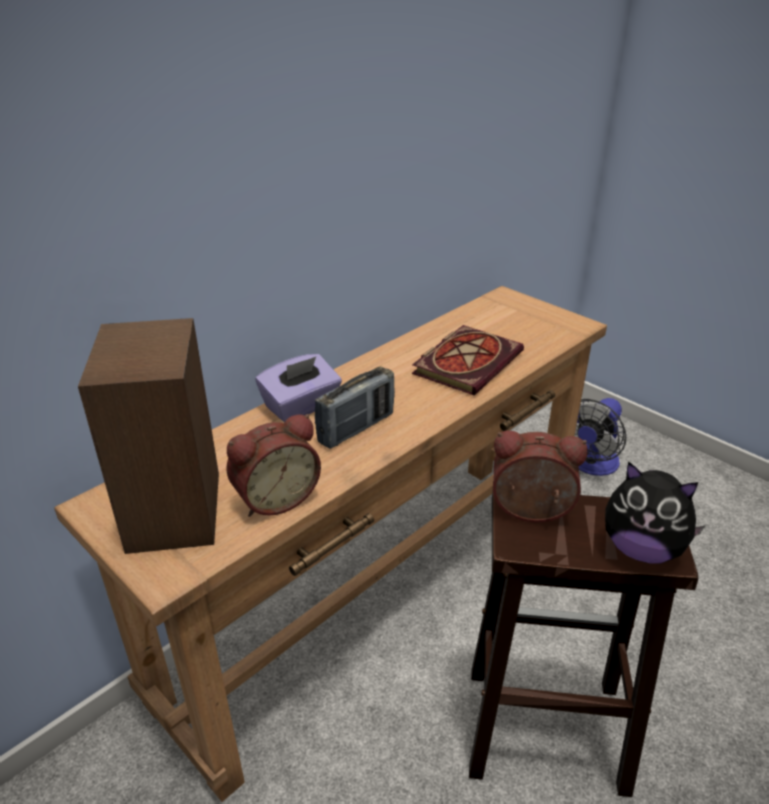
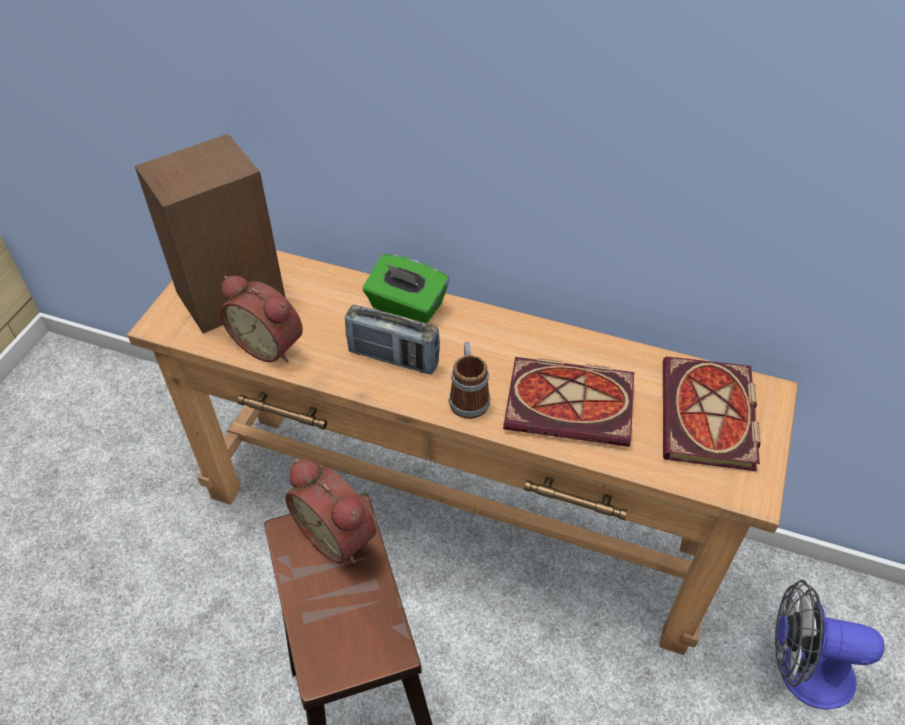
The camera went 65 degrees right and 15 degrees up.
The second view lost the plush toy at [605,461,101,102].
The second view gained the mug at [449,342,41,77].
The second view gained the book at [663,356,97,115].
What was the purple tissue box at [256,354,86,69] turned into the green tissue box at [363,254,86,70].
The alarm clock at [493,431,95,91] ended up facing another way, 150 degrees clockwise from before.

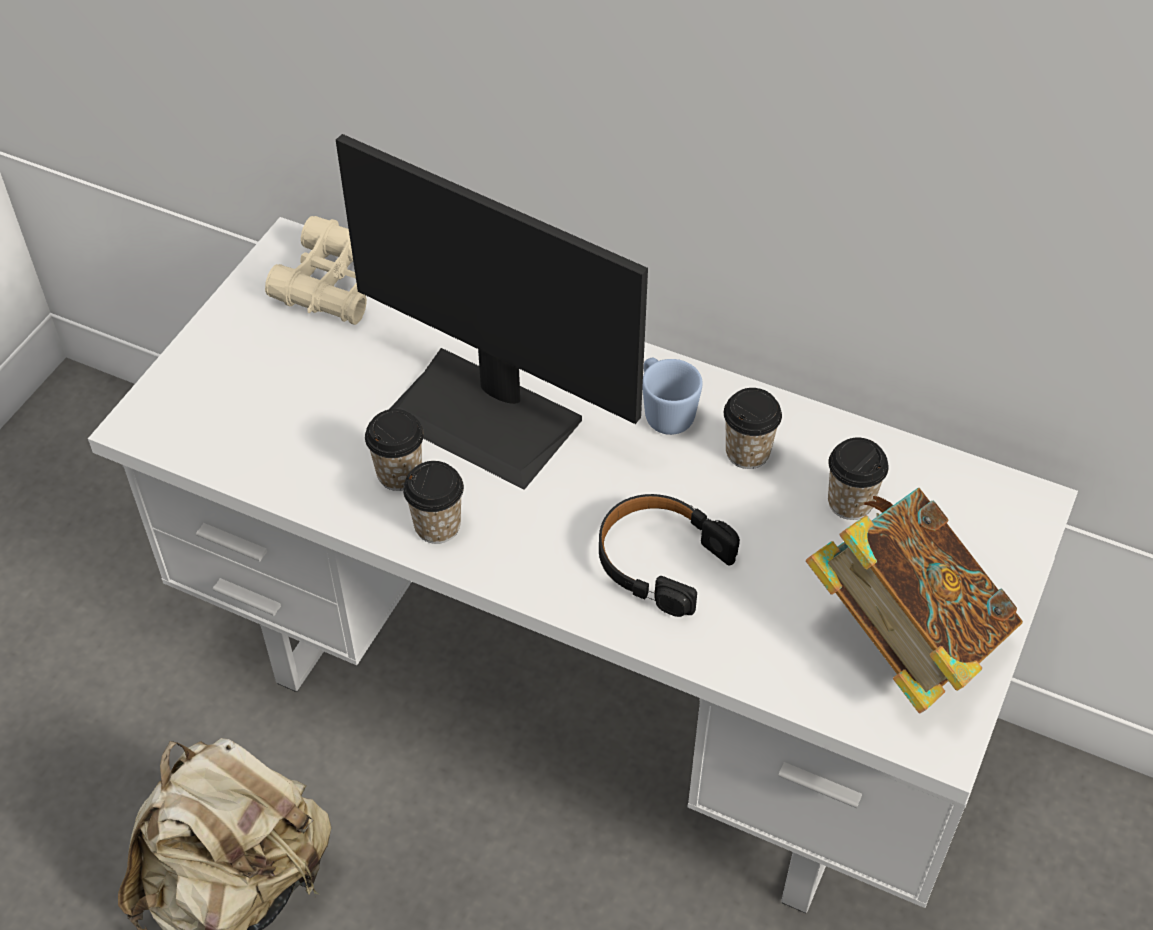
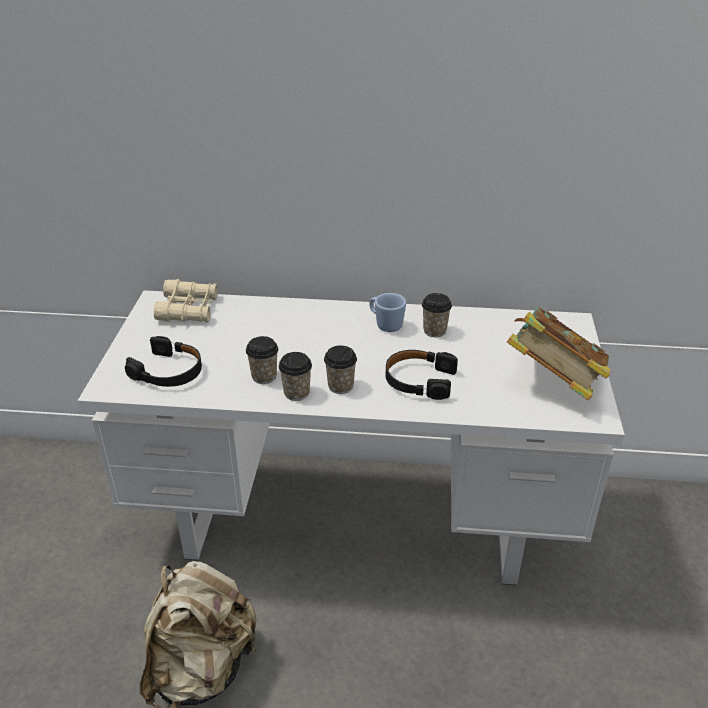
The camera went 20 degrees left and 15 degrees down.
The second view lost the monitor at [336,134,312,356].
The second view gained the black headphones at [125,336,77,51].
The cup ended up elsewhere, having gone from [828,438,61,82] to [324,345,33,49].

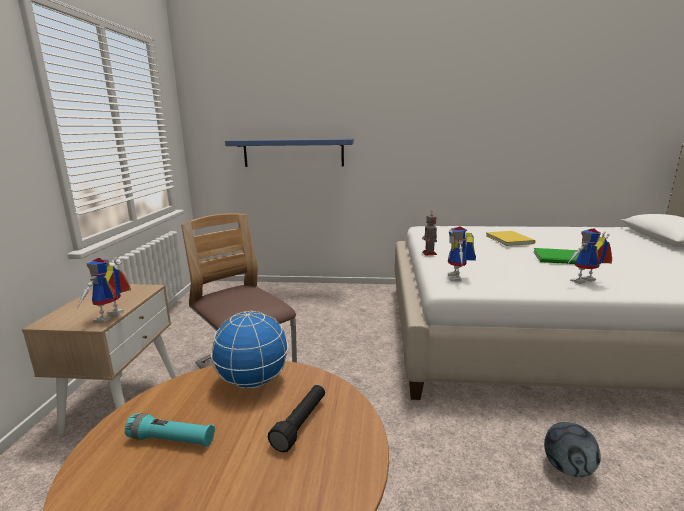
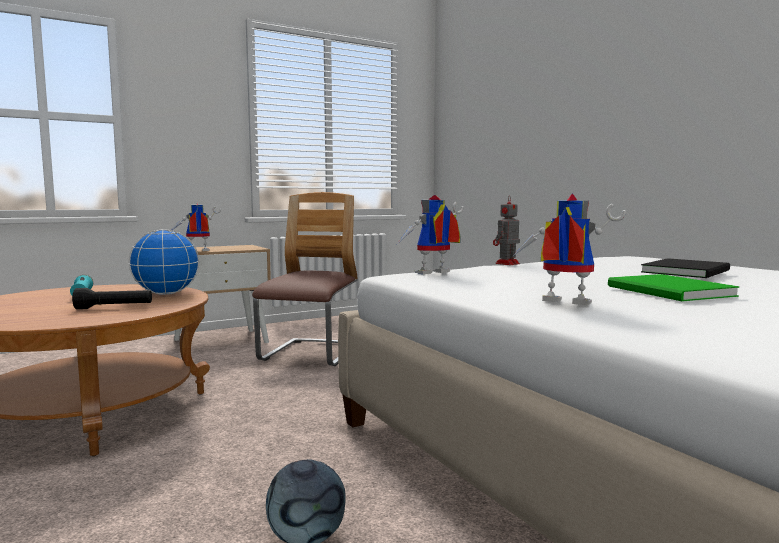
The camera went 55 degrees right and 10 degrees down.
The second view lost the blue shelf at [225,139,129,28].
What was the yellow book at [486,231,50,15] turned into the black book at [641,258,89,20].

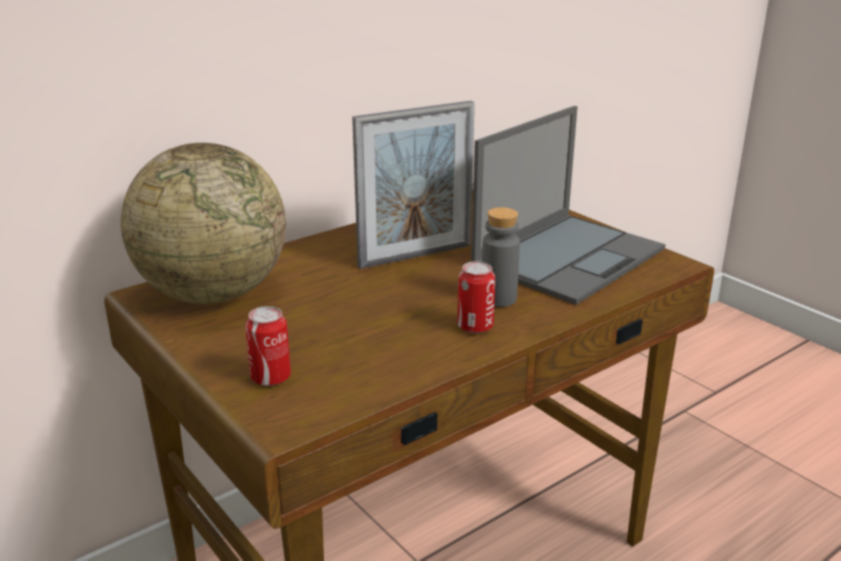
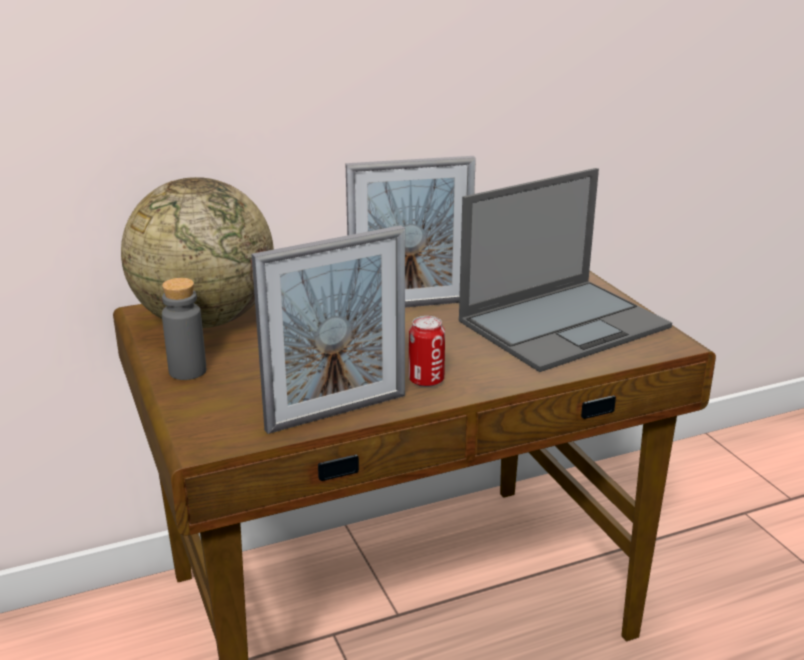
The camera went 15 degrees right and 0 degrees up.
The second view lost the can at [245,306,46,80].
The second view gained the picture frame at [251,225,154,209].
The grey bottle ended up elsewhere, having gone from [482,207,38,100] to [162,278,44,102].

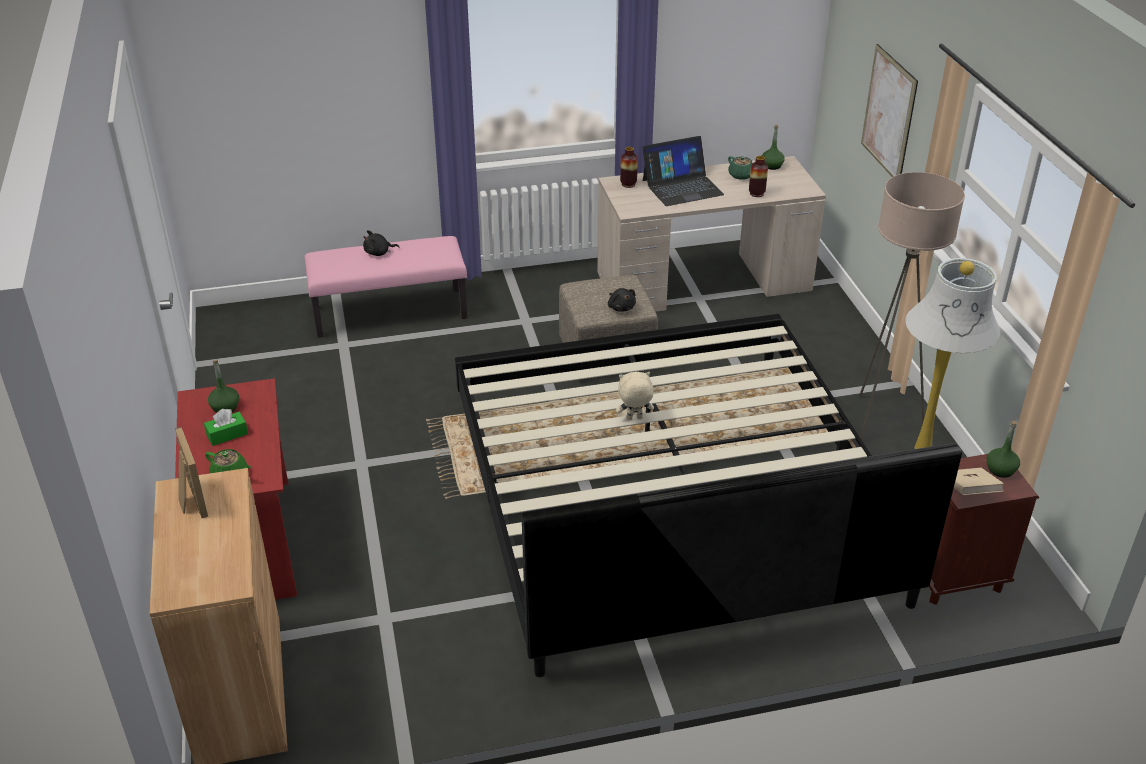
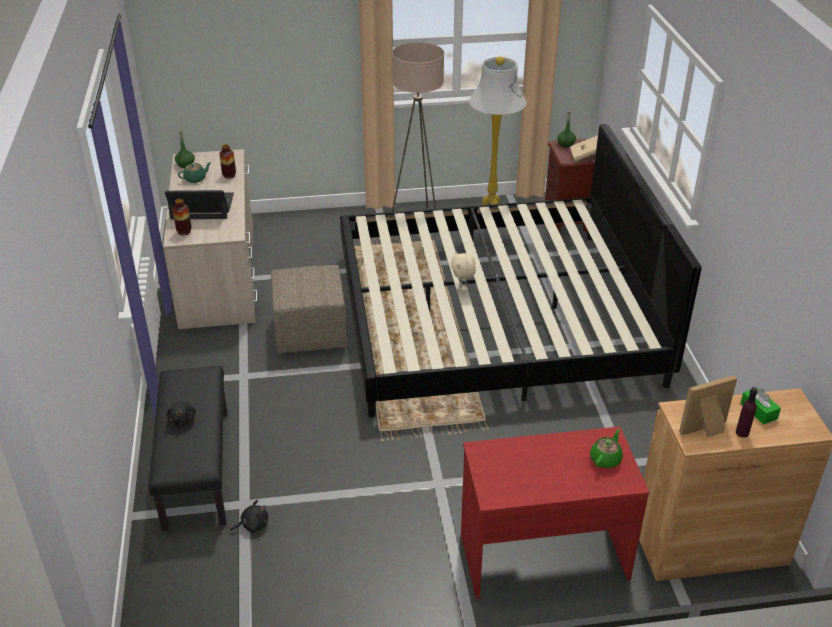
The camera went 85 degrees left and 0 degrees up.
The second view lost the green bottle at [208,359,31,54].
The second view lost the picture at [861,44,57,133].
The second view gained the purple bottle at [736,387,22,51].
The green tissue box ended up elsewhere, having gone from [204,409,44,37] to [741,387,40,38].
The black plush toy ended up elsewhere, having gone from [608,288,28,24] to [230,500,38,33].
What was the pink bench at [304,236,163,102] turned into the black bench at [149,366,79,166].
The laptop at [642,136,82,70] ended up facing another way, 75 degrees counterclockwise from before.

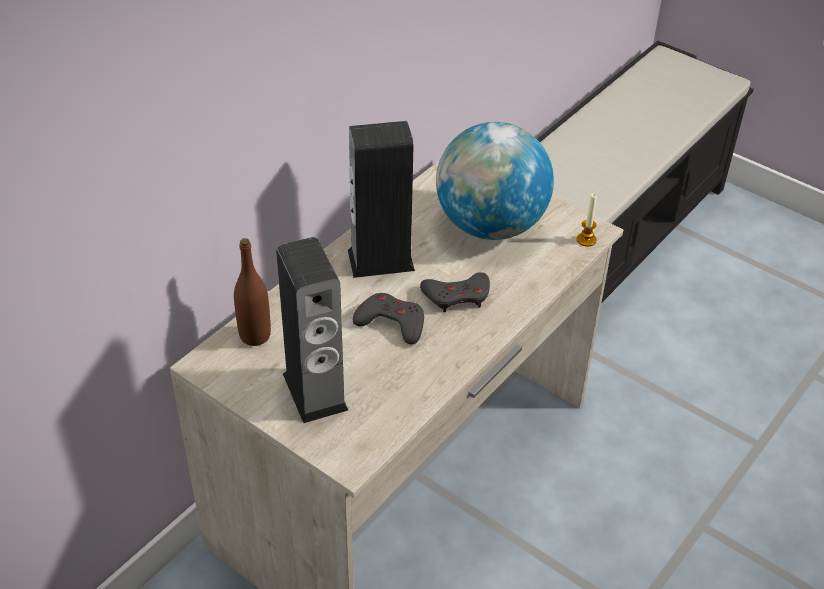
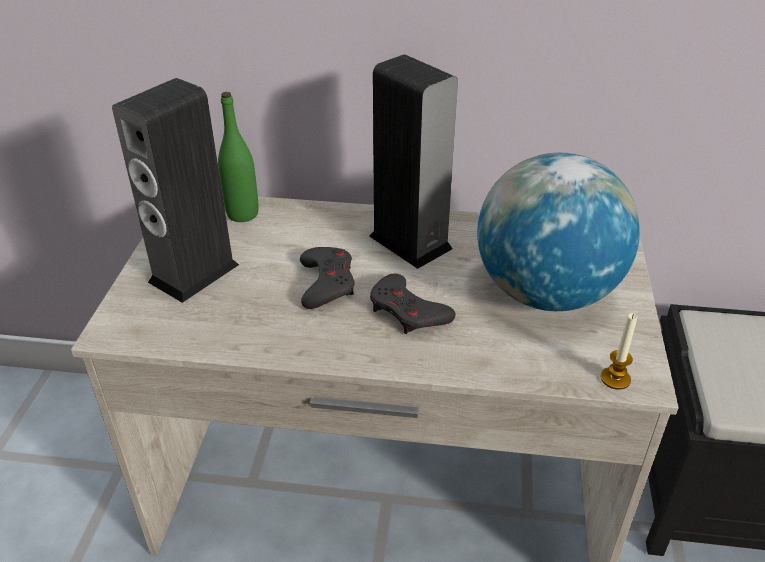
The camera went 60 degrees right and 5 degrees down.
What was the brown bottle at [234,238,37,108] turned into the green bottle at [218,92,41,130].

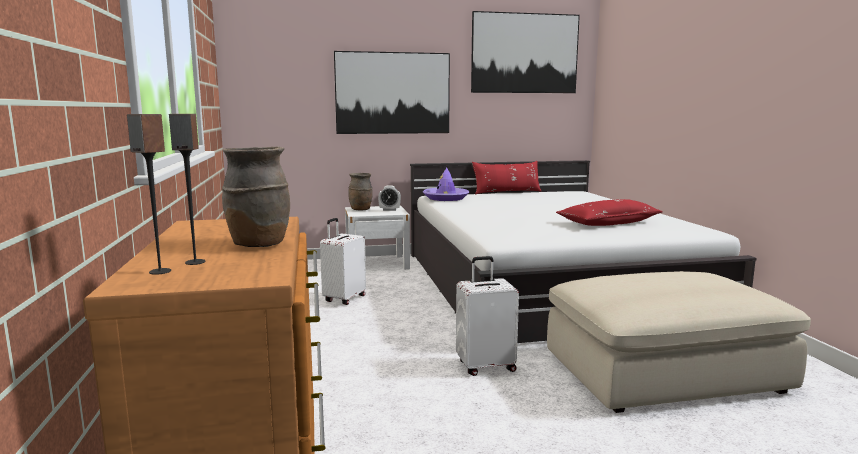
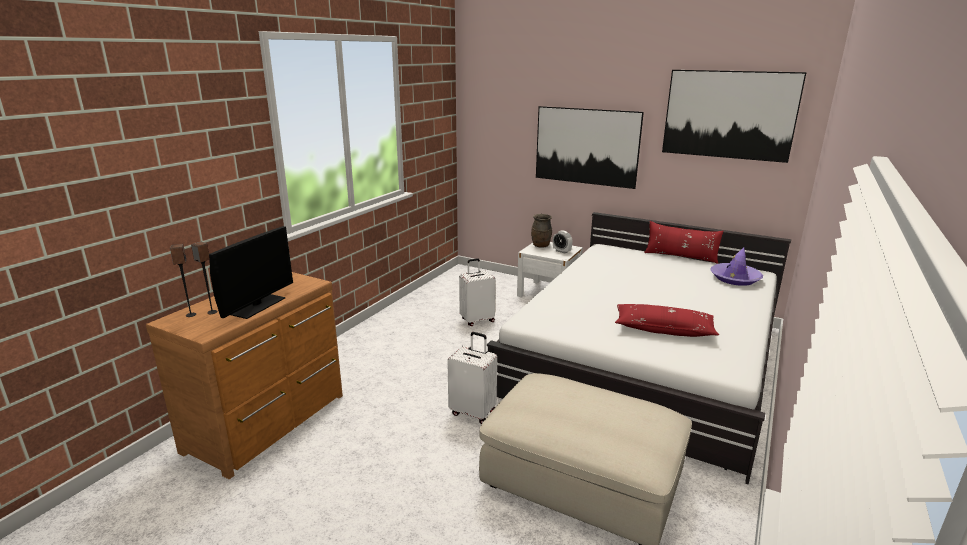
The camera went 40 degrees right and 10 degrees up.
The purple hat ended up elsewhere, having gone from [423,168,46,33] to [710,248,53,38].
Where the brown vase stood at [222,147,68,100], the monitor came to stand at [209,226,84,93].

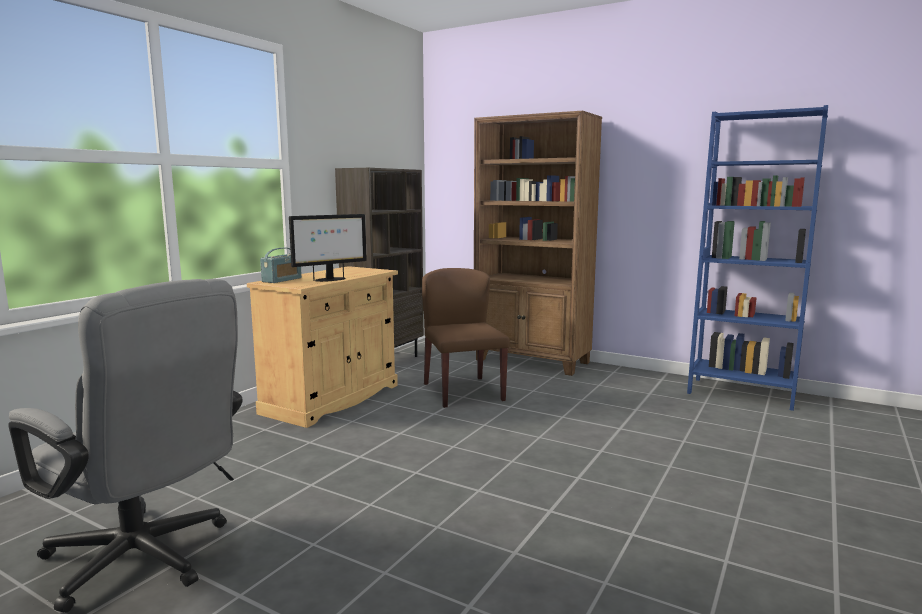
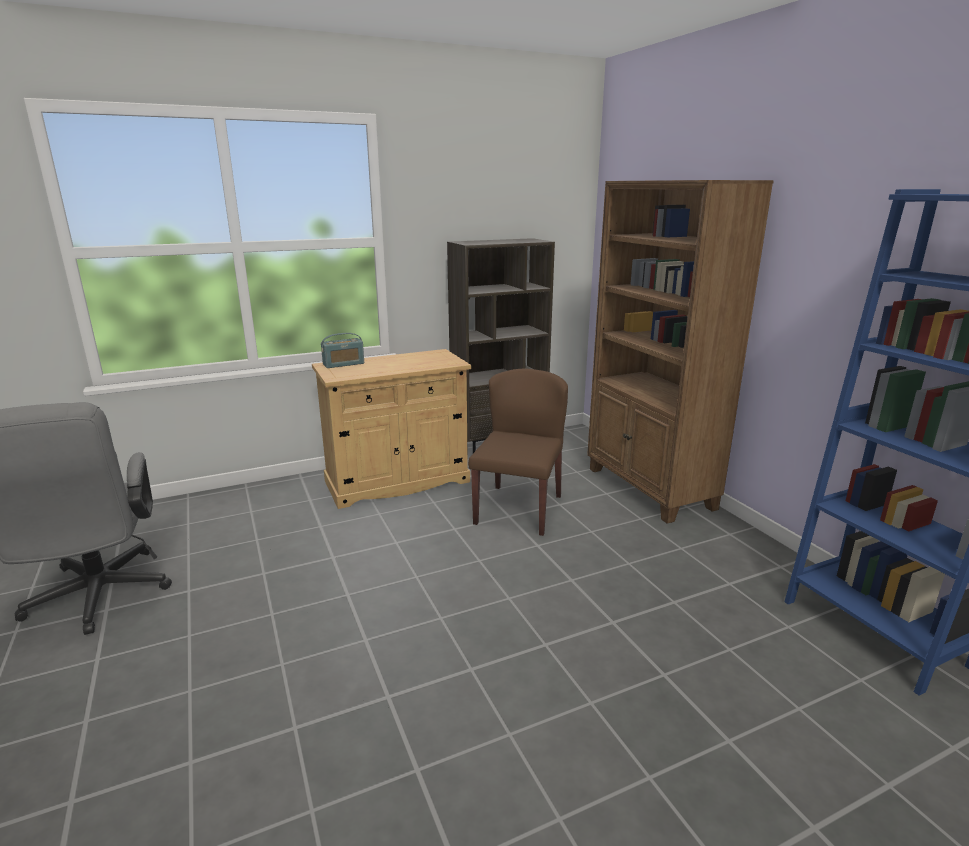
The camera went 35 degrees right and 10 degrees up.
The second view lost the monitor at [289,214,78,68].

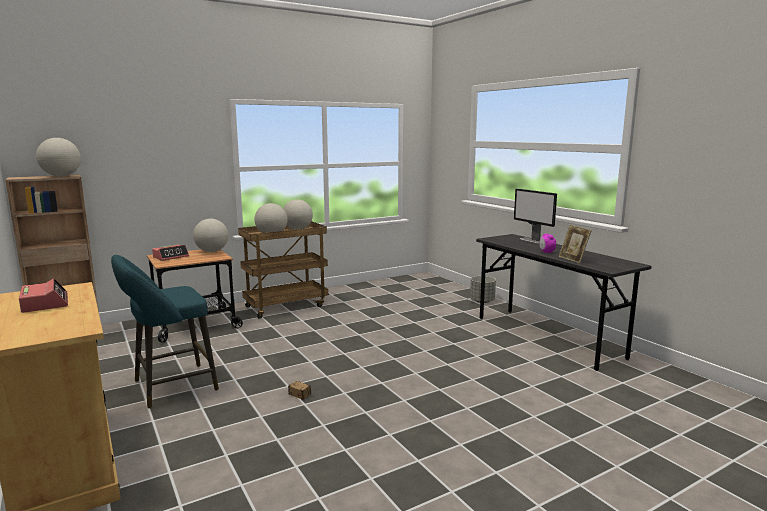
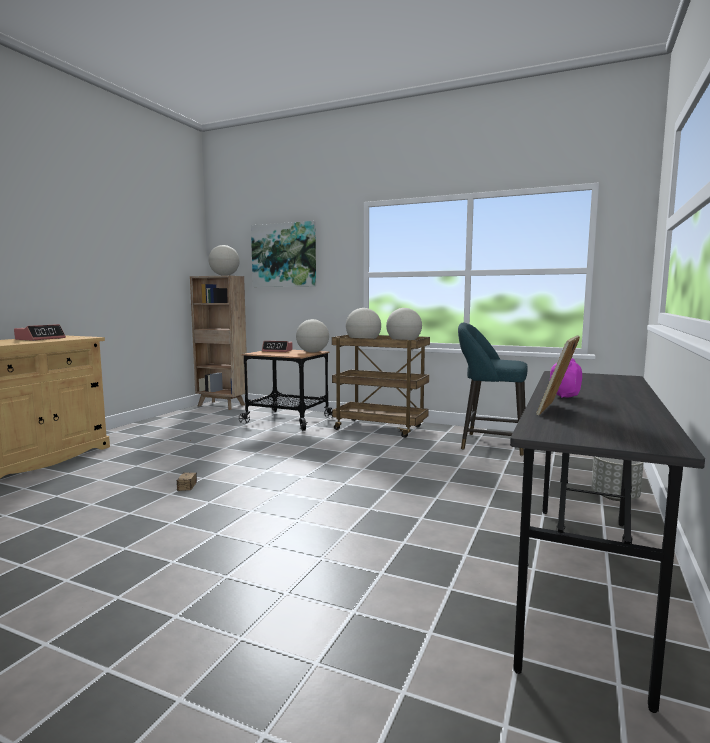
The camera went 55 degrees right and 5 degrees down.
The second view lost the monitor at [514,189,43,55].
The second view gained the picture at [251,221,65,66].
The turquoise stool ended up elsewhere, having gone from [111,255,108,154] to [458,322,69,134].

